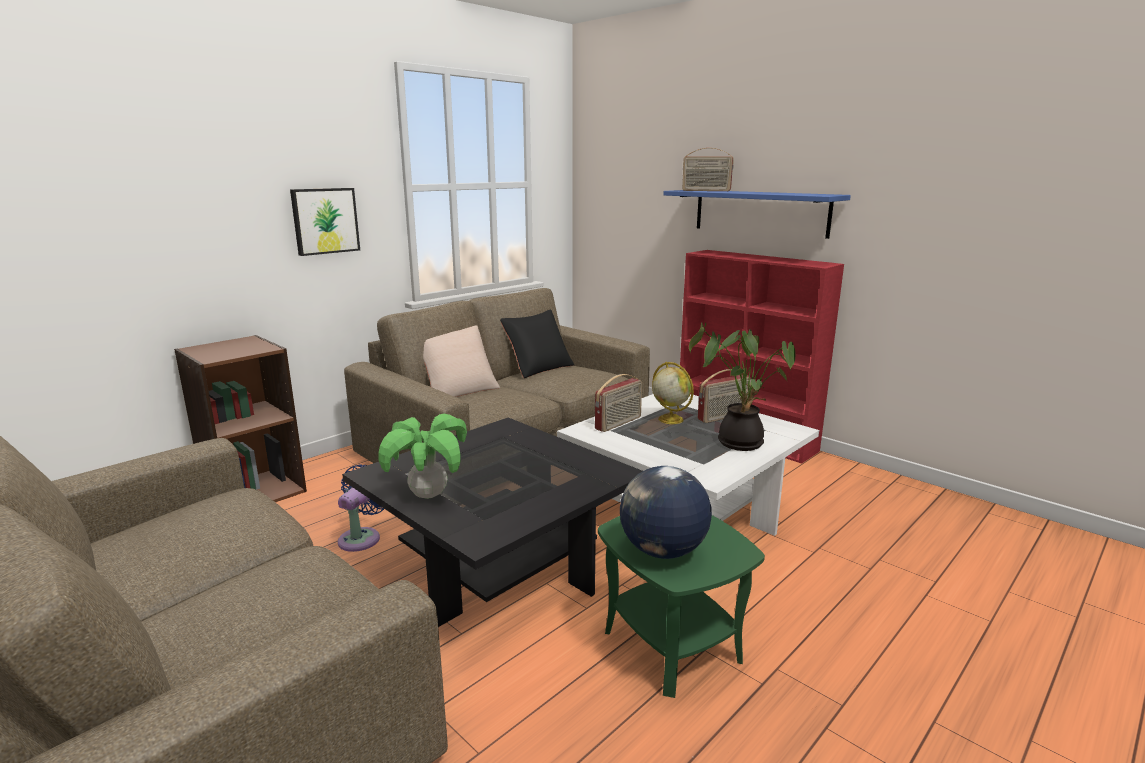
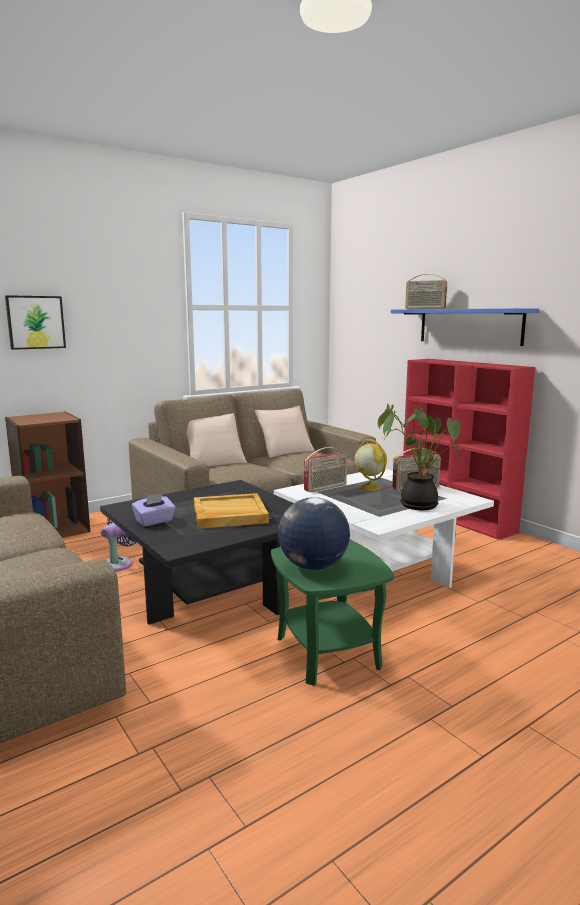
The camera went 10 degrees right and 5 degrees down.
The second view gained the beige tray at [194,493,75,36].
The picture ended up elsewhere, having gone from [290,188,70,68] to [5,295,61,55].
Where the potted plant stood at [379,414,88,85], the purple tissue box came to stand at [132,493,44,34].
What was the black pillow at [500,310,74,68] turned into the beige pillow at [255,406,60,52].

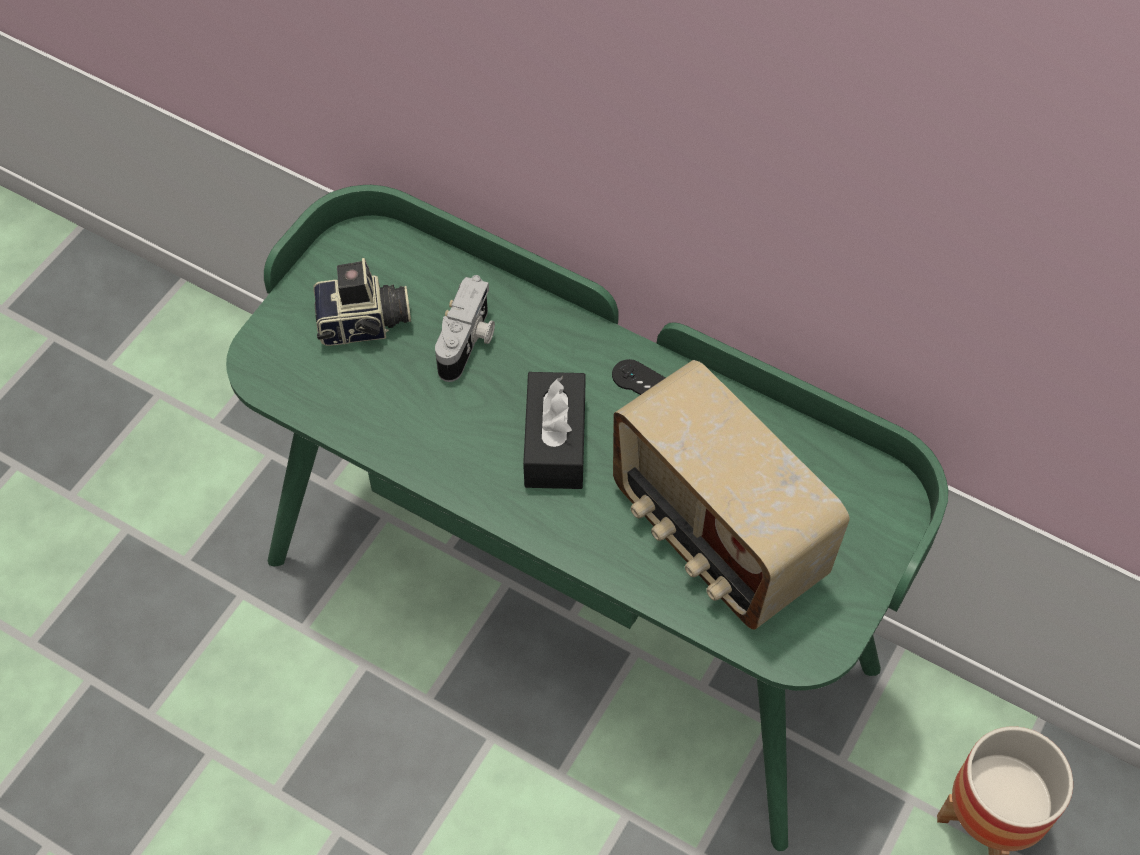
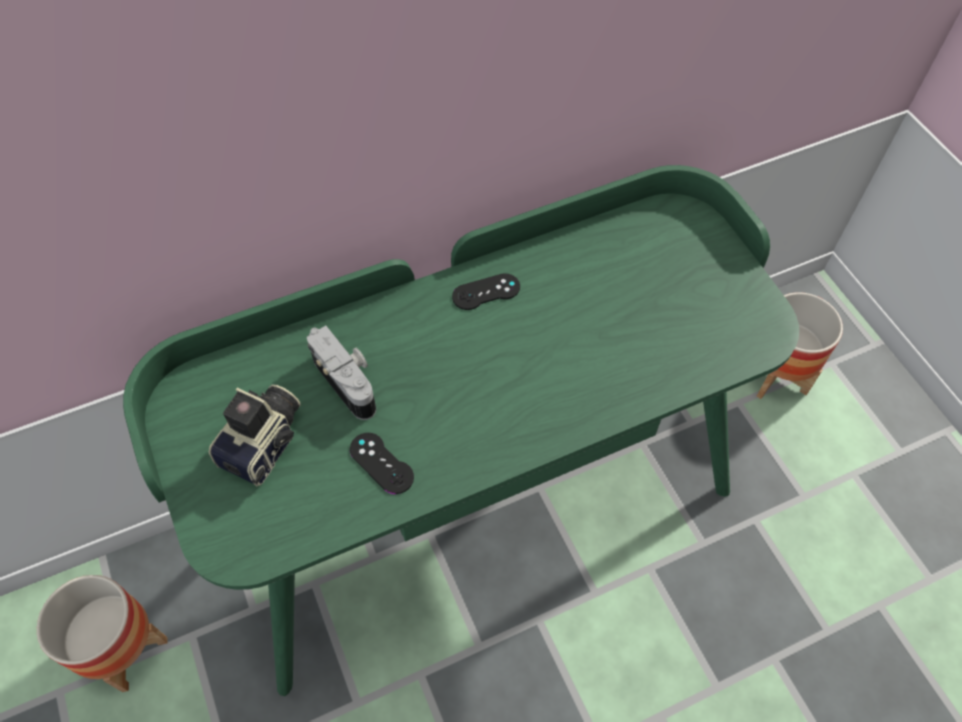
The camera went 55 degrees left and 0 degrees up.
The second view lost the black tissue box at [523,372,63,117].
The second view lost the radio at [613,360,237,270].
The second view gained the planter at [37,575,131,117].
The second view gained the black game controller at [350,433,64,61].

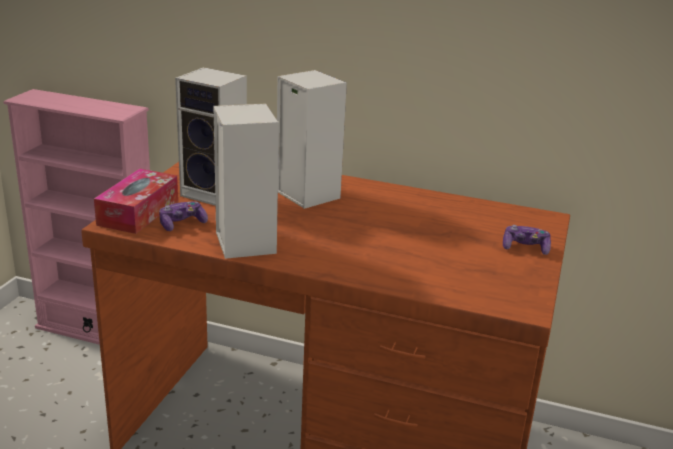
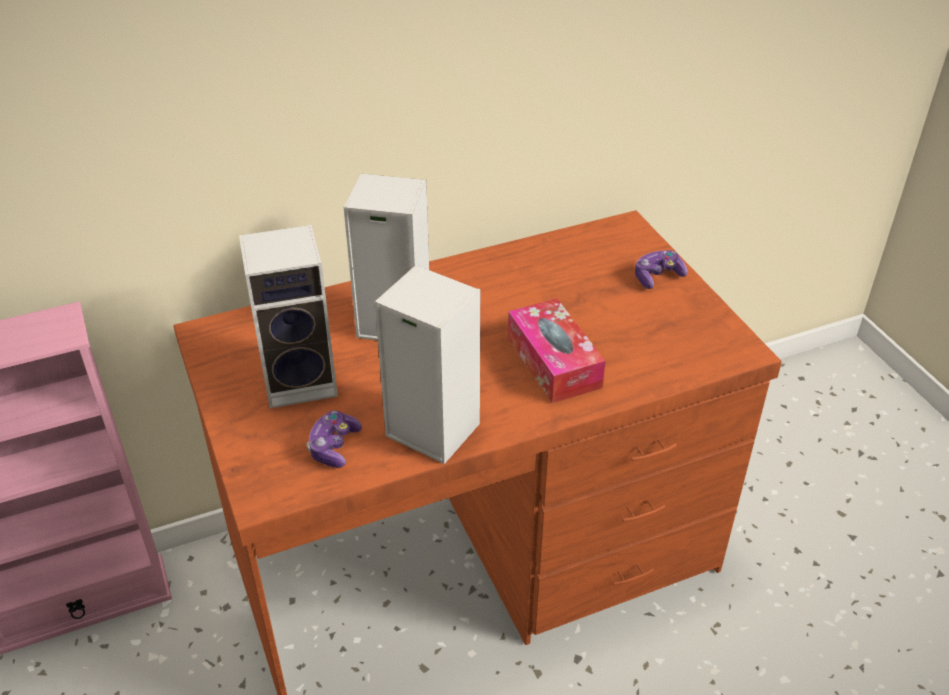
The camera went 40 degrees left and 15 degrees up.
The tissue box ended up elsewhere, having gone from [94,169,84,65] to [508,298,98,105].

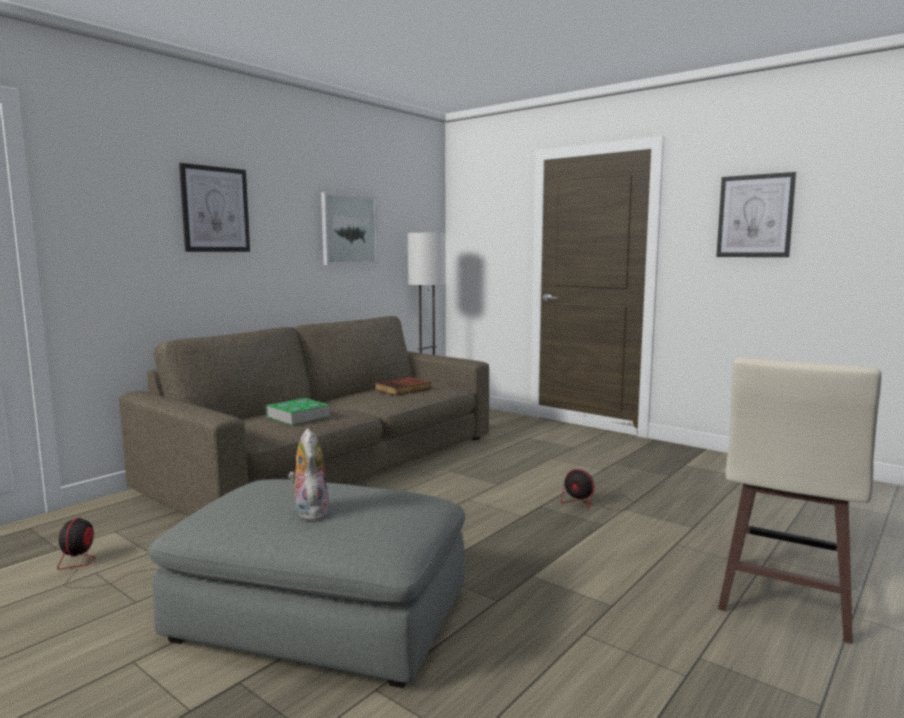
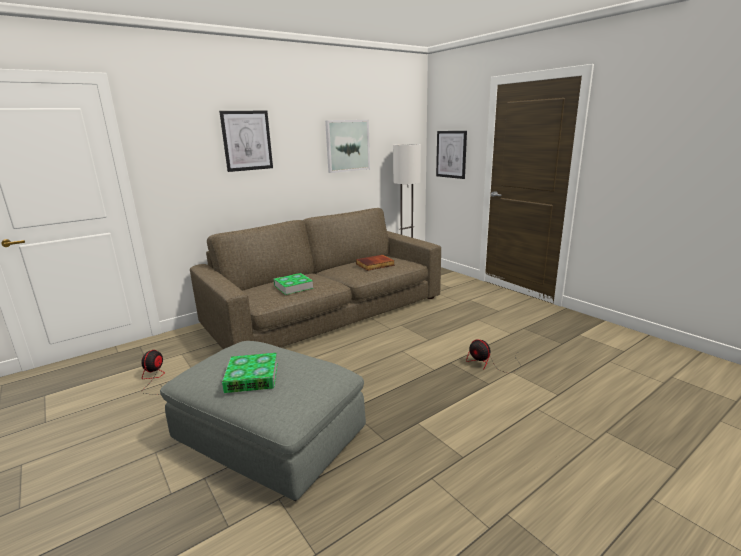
The camera went 15 degrees right and 10 degrees up.
The second view lost the beige stool at [718,357,163,287].
The picture ended up elsewhere, having gone from [716,172,81,85] to [436,131,31,48].
Where the plush toy stood at [288,428,42,92], the book came to stand at [222,353,56,40].

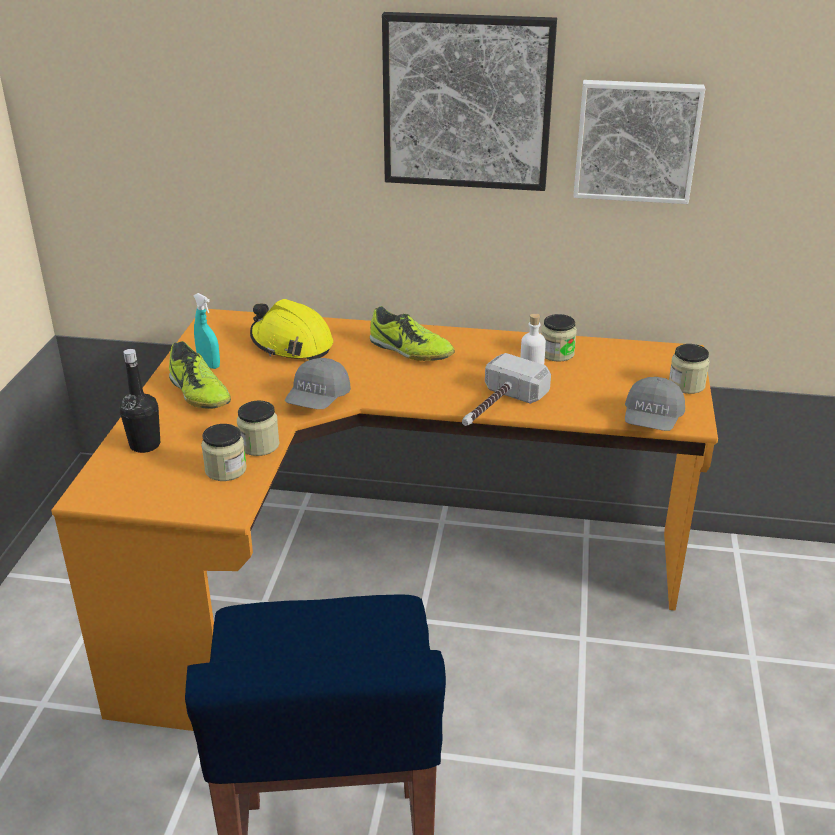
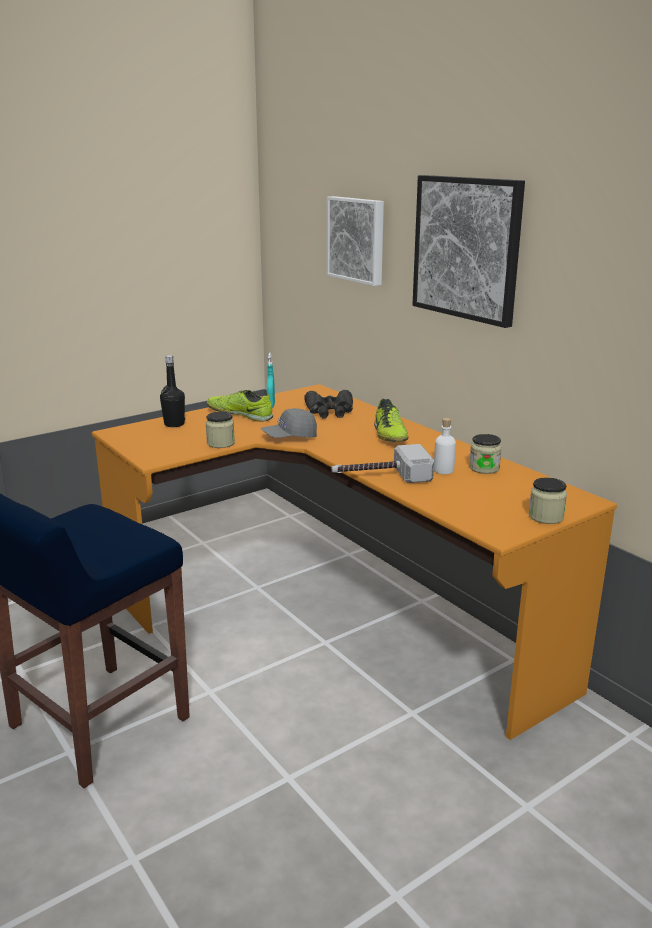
The camera went 45 degrees right and 10 degrees down.
The second view lost the jar at [201,424,46,57].
The second view lost the grey cap at [625,377,60,54].
The picture ended up elsewhere, having gone from [573,80,132,124] to [327,196,57,90].
Where the yellow hard hat stood at [250,299,83,61], the black binoculars came to stand at [304,390,49,29].
The shoe at [169,341,62,68] ended up facing another way, 105 degrees clockwise from before.

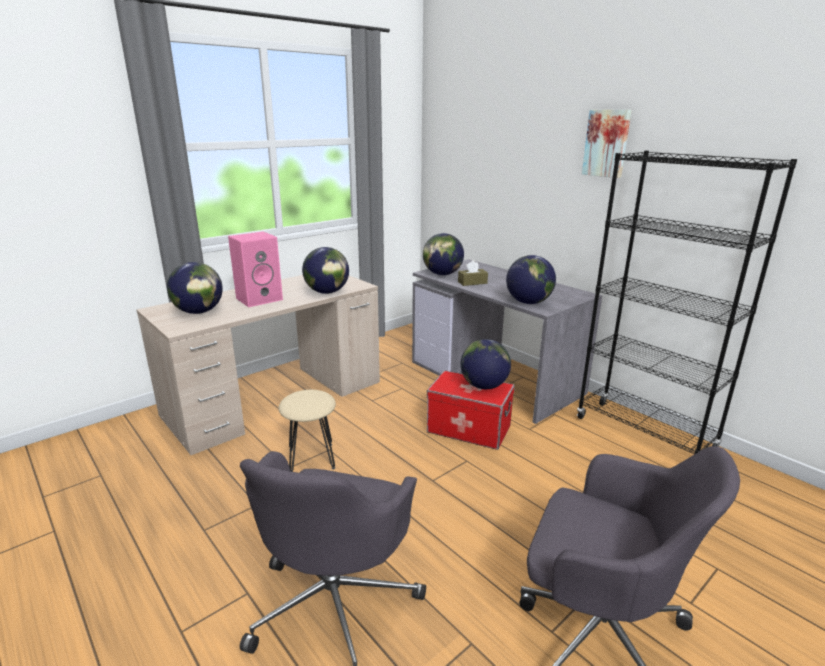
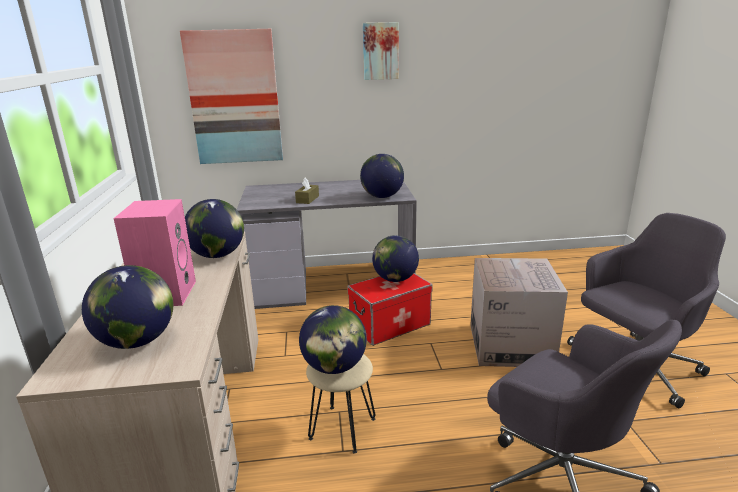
The camera went 55 degrees left and 0 degrees up.
The second view lost the black bookcase at [577,151,220,303].
The second view gained the picture at [180,29,103,135].
The second view gained the cardboard box at [470,258,98,109].
The globe ended up elsewhere, having gone from [423,233,41,42] to [299,305,68,69].

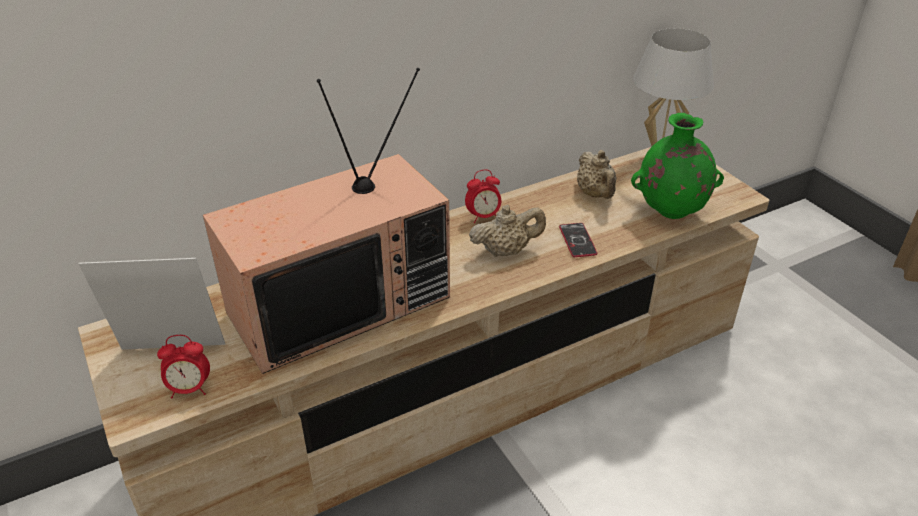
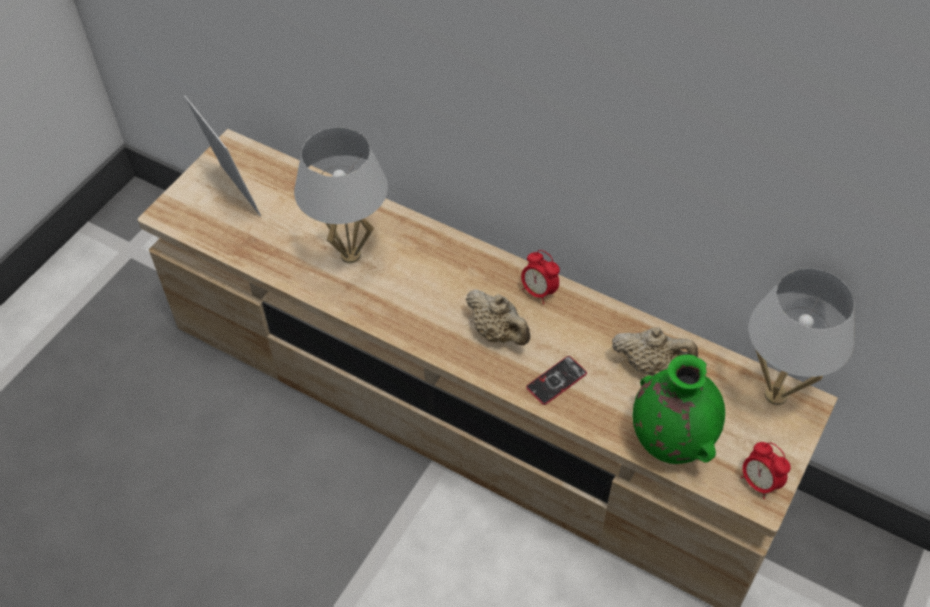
The camera went 60 degrees right and 15 degrees up.
The alarm clock ended up elsewhere, having gone from [157,335,53,63] to [740,442,51,57].
Where the television stood at [203,68,247,306], the white table lamp came to stand at [294,127,94,136].
The beige teapot at [577,150,39,49] ended up facing another way, 120 degrees counterclockwise from before.

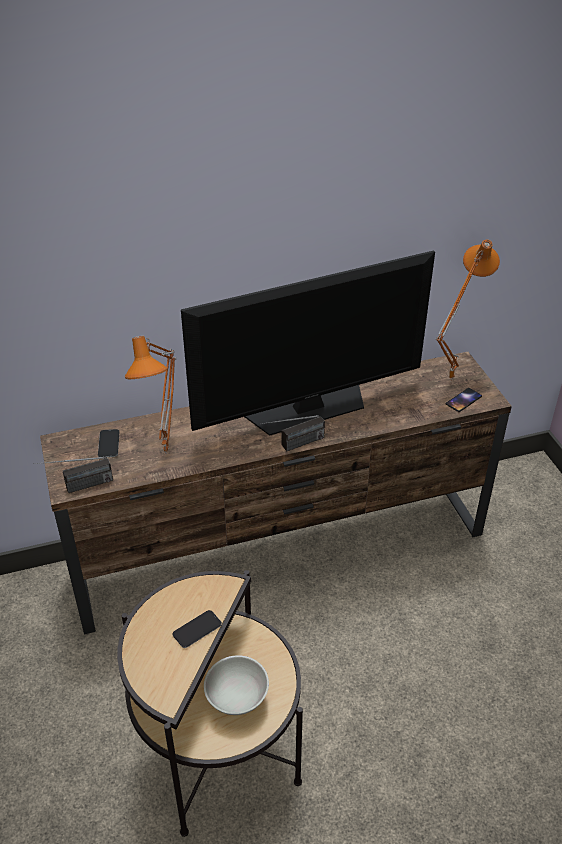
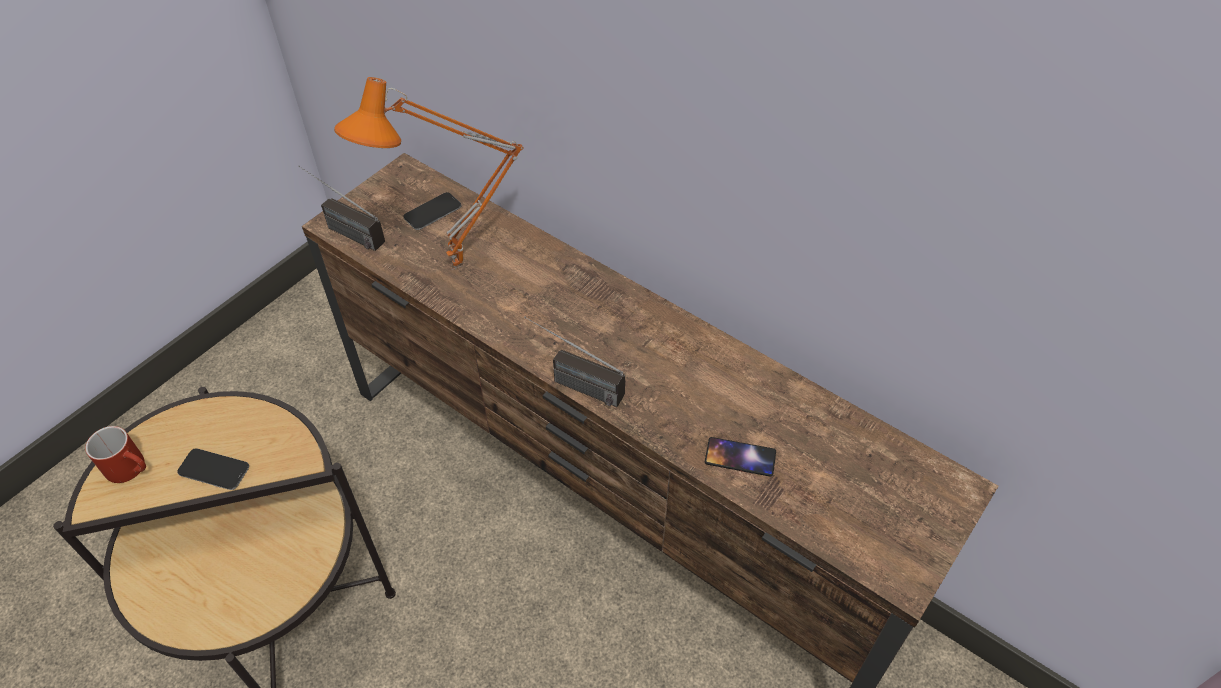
The camera went 55 degrees right and 10 degrees up.
The second view lost the television at [181,250,254,186].
The second view lost the white bowl at [204,655,65,60].
The second view lost the orange table lamp at [436,240,64,141].
The second view gained the red mug at [85,426,61,57].
The phone ended up elsewhere, having gone from [446,388,36,24] to [705,437,71,40].

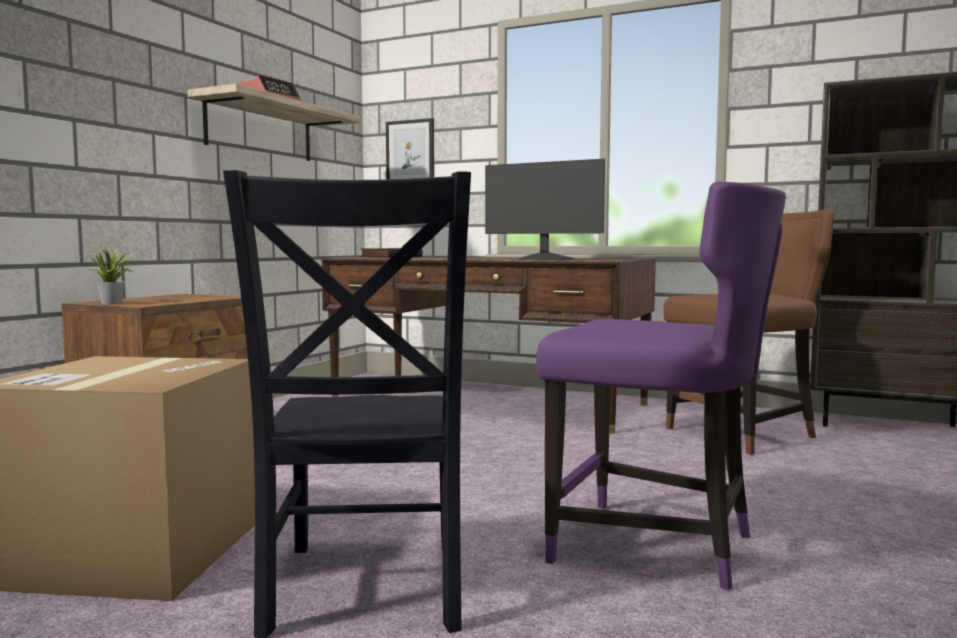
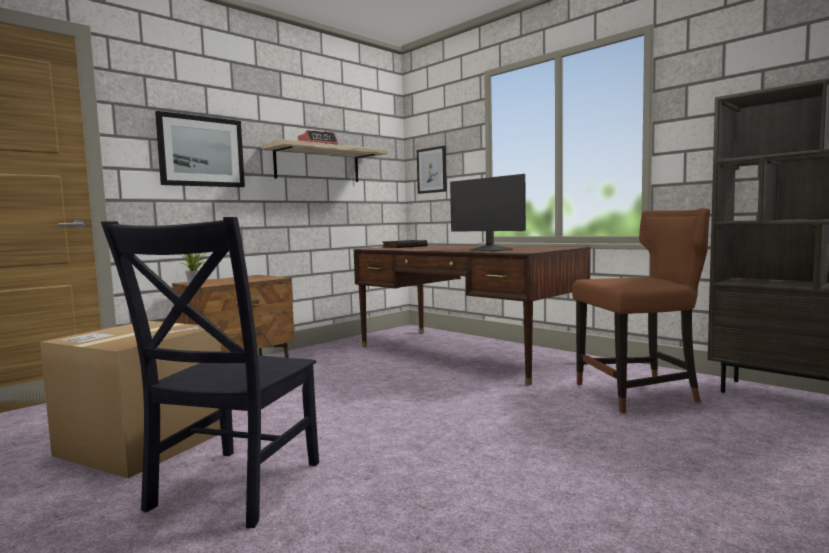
The camera went 20 degrees right and 0 degrees up.
The second view lost the purple chair at [536,181,250,409].
The second view gained the picture at [155,111,90,76].

